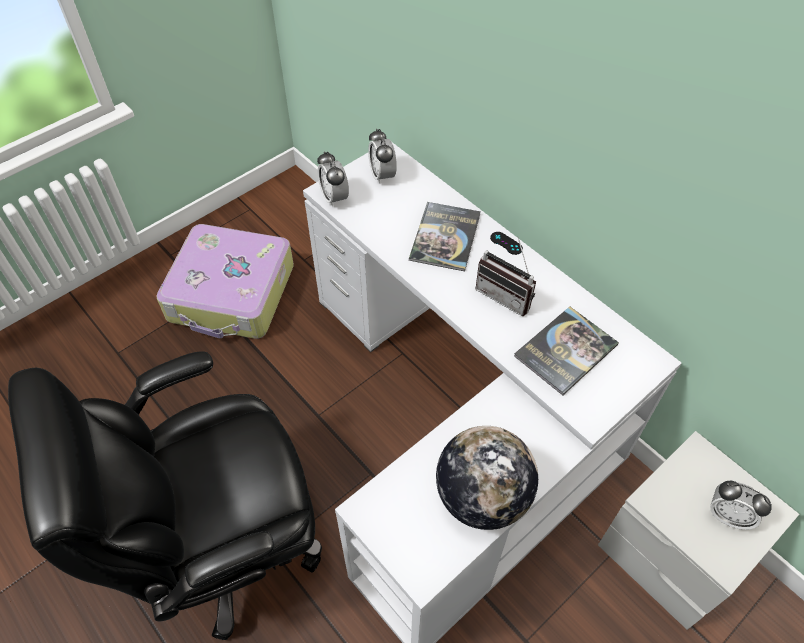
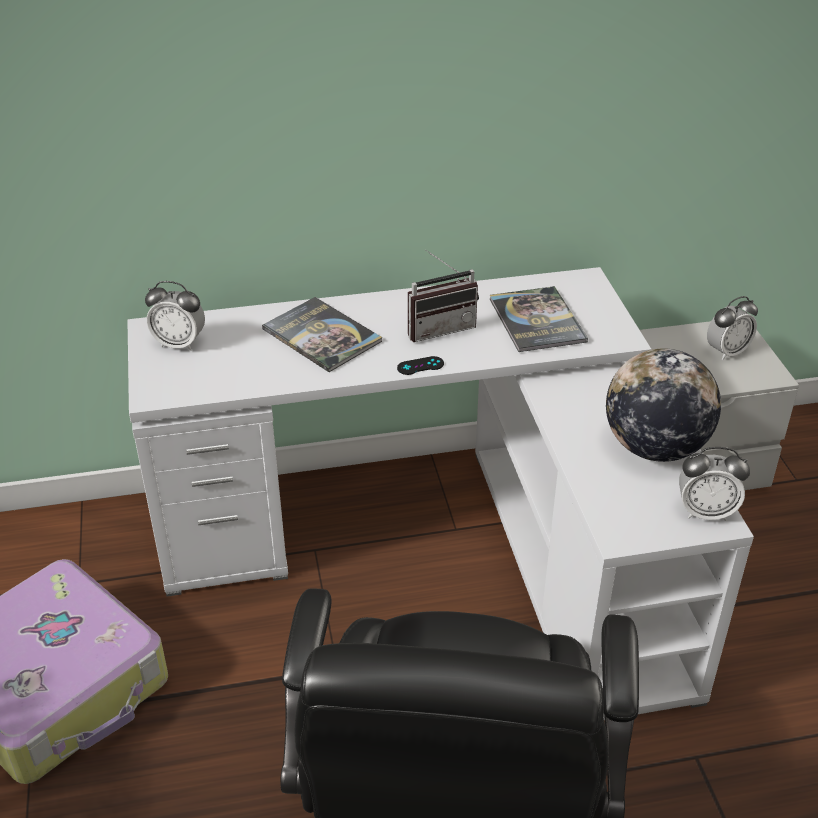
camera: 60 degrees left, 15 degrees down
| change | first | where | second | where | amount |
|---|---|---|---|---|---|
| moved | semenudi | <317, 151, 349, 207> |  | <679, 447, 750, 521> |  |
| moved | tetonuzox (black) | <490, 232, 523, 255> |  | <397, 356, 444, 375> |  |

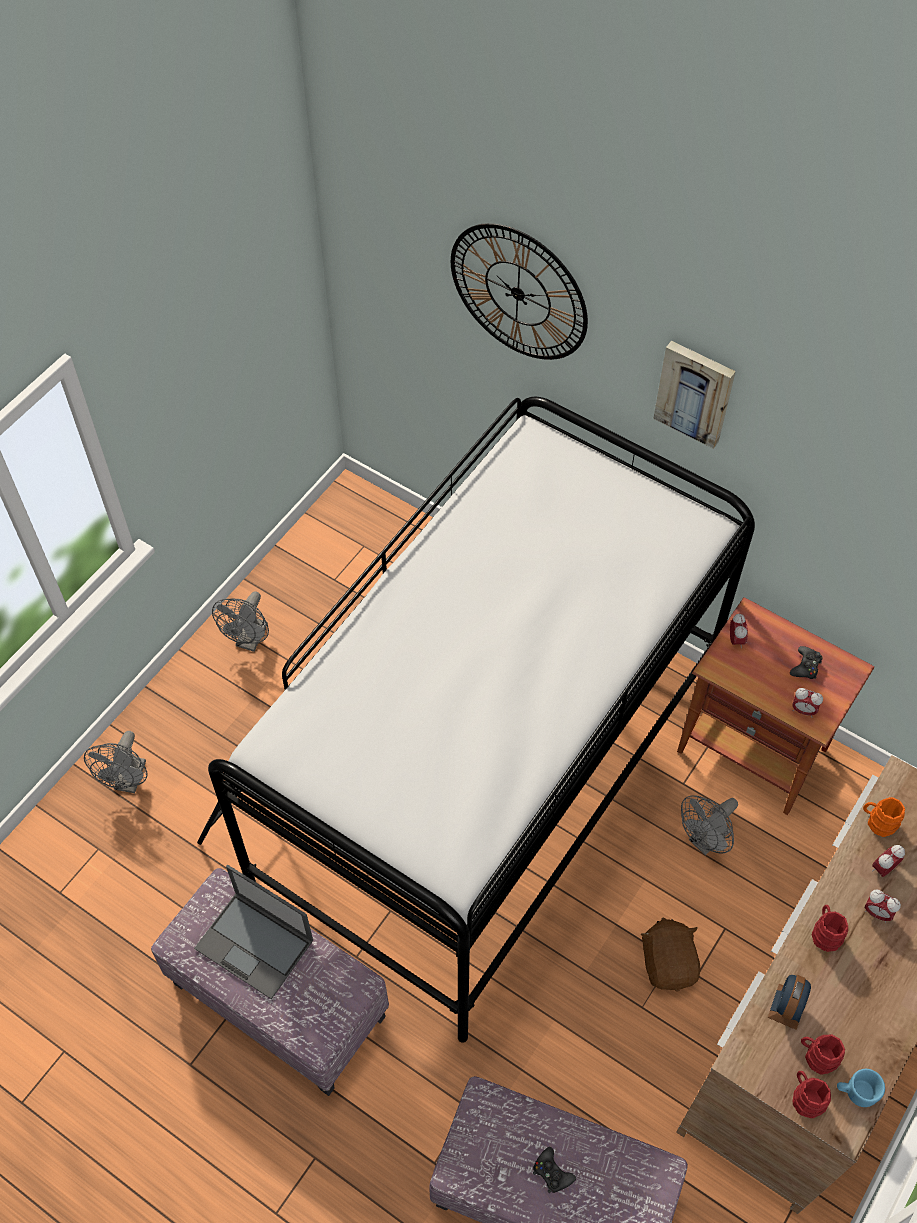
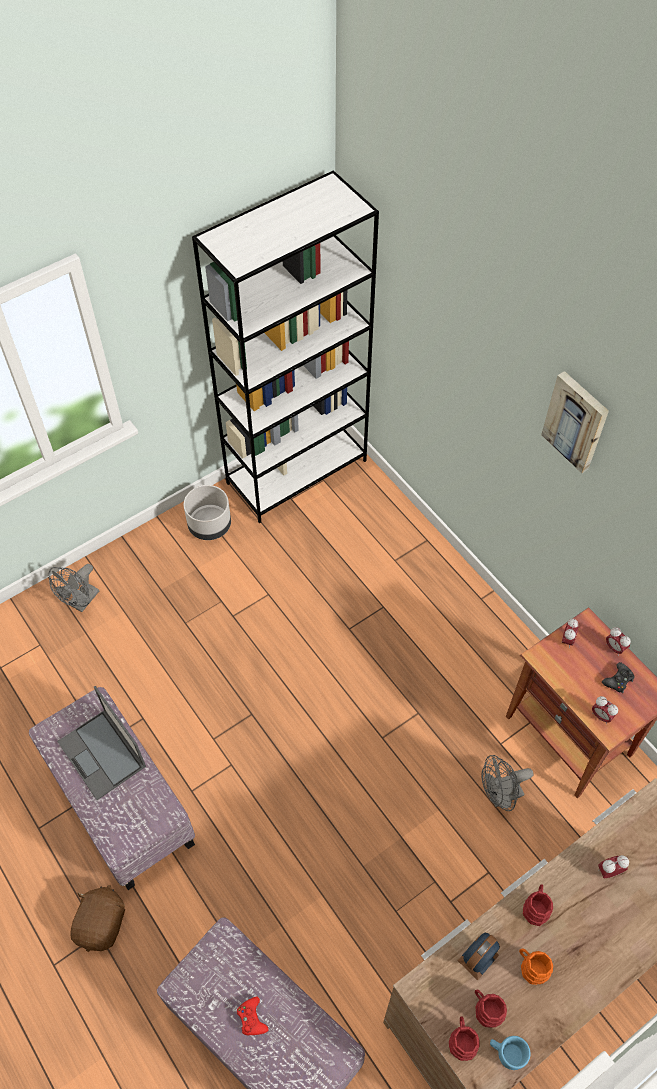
camera: 20 degrees right, 0 degrees up
| change | first | where | second | where | amount |
|---|---|---|---|---|---|
| removed | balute | <451, 223, 588, 360> |  |  |  |
| removed | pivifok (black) | <197, 397, 755, 1043> |  |  |  |
| replaced | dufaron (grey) | <212, 591, 269, 652> | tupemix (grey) | <184, 485, 231, 540> |  |
| moved | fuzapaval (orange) | <863, 797, 905, 837> |  | <519, 949, 553, 985> |  |
| moved | semenudi | <865, 889, 901, 923> |  | <606, 627, 631, 656> |  |
| moved | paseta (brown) | <641, 918, 701, 992> |  | <70, 885, 125, 952> |  |
| recoloured | tetonuzox (black) | <533, 1147, 576, 1193> | tetonuzox (red) | <237, 997, 269, 1035> |  |
| added |  |  | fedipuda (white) | <192, 170, 379, 523> |  |

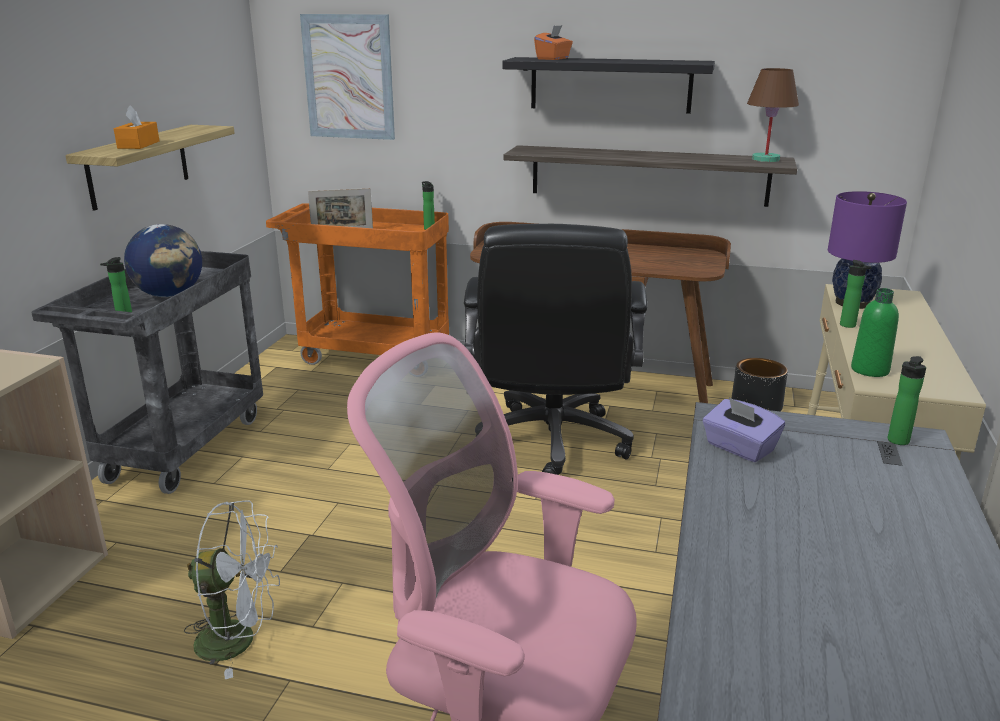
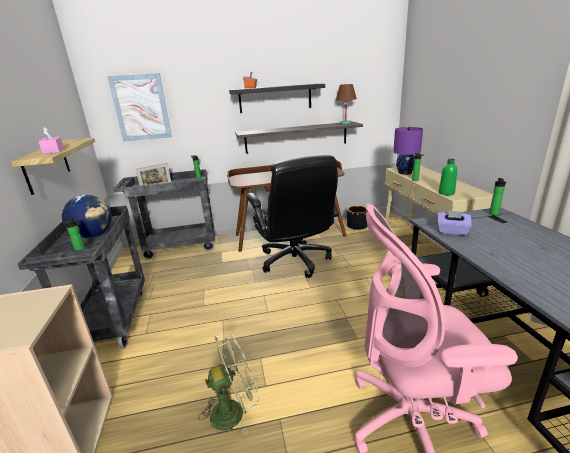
camera: 25 degrees left, 0 degrees up
| change | first | where | second | where | amount |
|---|---|---|---|---|---|
| recoloured | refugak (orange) | <114, 105, 159, 149> | refugak (pink) | <39, 127, 64, 154> |  |
| recoloured | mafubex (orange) | <266, 203, 449, 365> | mafubex (grey) | <114, 169, 215, 259> |  |
| recoloured | dufaron (white) | <184, 500, 280, 679> | dufaron (green) | <198, 331, 259, 435> |  |

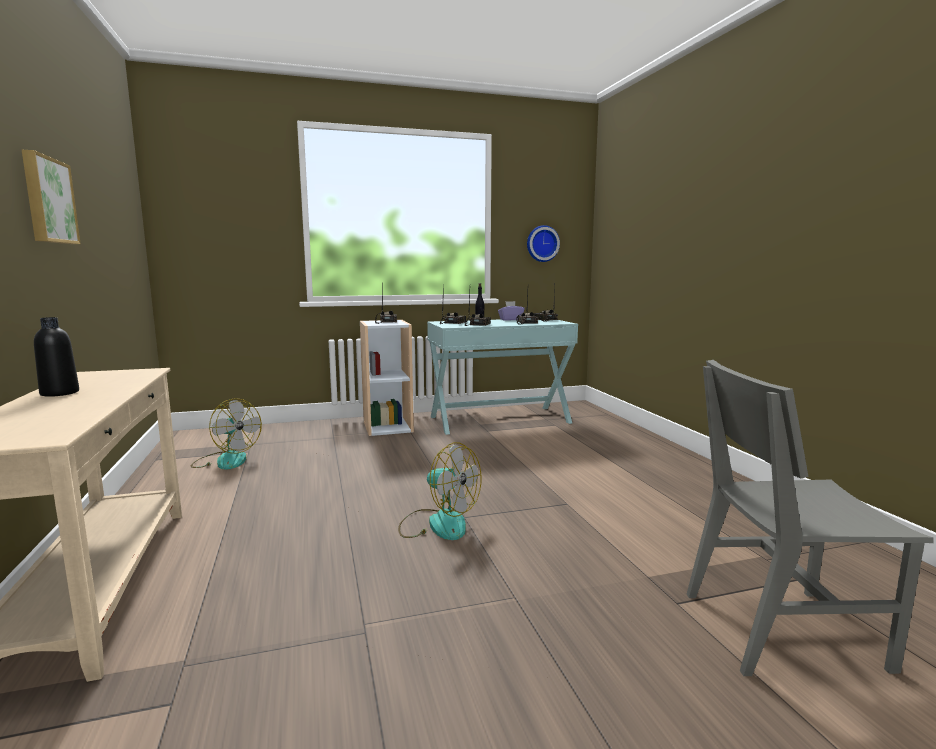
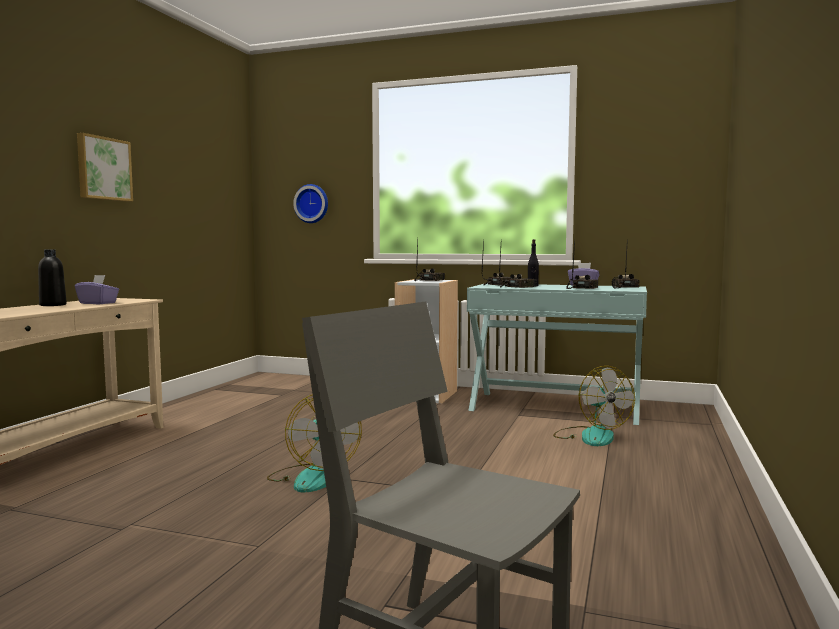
camera: 35 degrees right, 5 degrees down
| change | first | where | second | where | amount |
|---|---|---|---|---|---|
| moved | balute | <527, 225, 560, 262> |  | <293, 184, 328, 223> |  |
| moved | dufaron | <191, 398, 262, 470> |  | <553, 366, 635, 446> |  |
| added |  |  | refugak (purple) | <75, 275, 119, 304> |  |

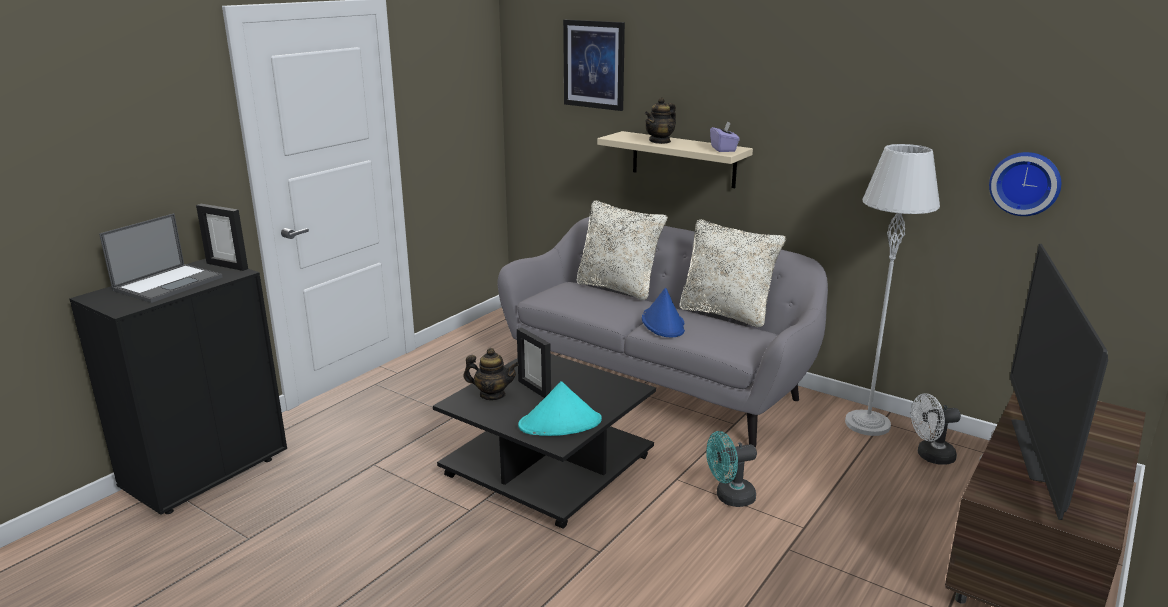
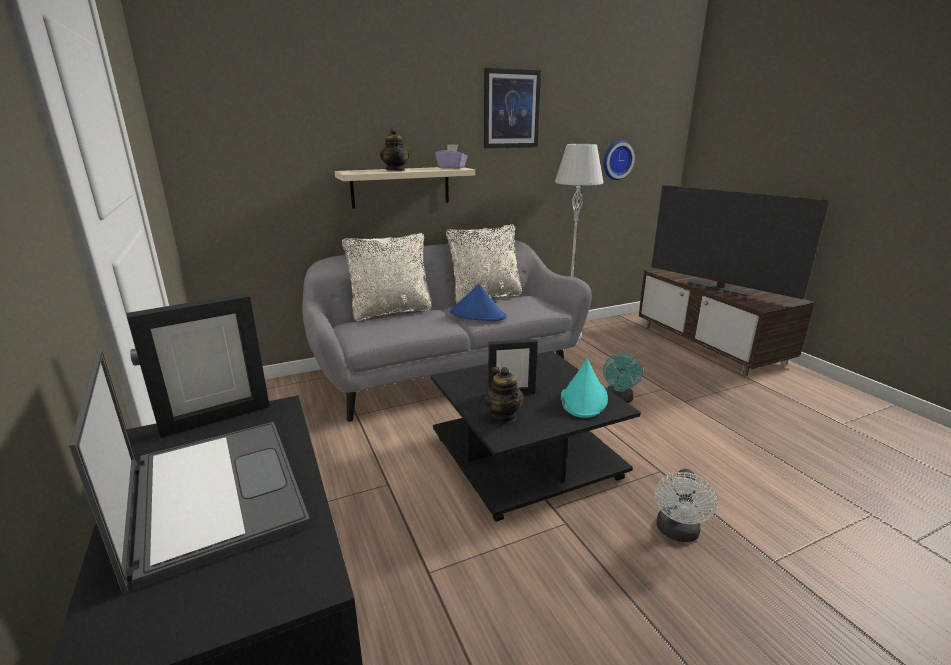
camera: 60 degrees left, 0 degrees up
| change | first | where | second | where | amount |
|---|---|---|---|---|---|
| moved | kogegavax | <563, 20, 625, 111> |  | <484, 68, 541, 148> |  |
| turned | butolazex | <463, 348, 519, 400> |  | <484, 367, 524, 422> | 120 degrees clockwise |
| moved | dufaron (white) | <911, 393, 961, 465> |  | <655, 469, 718, 542> |  |

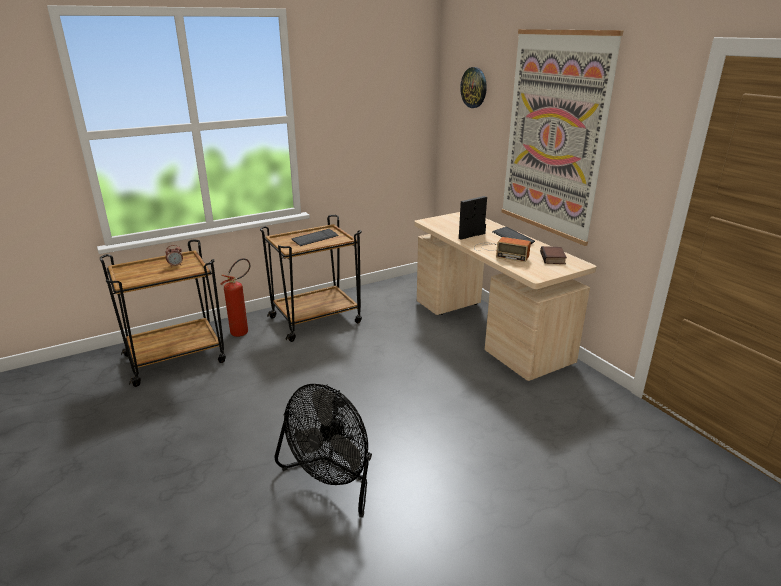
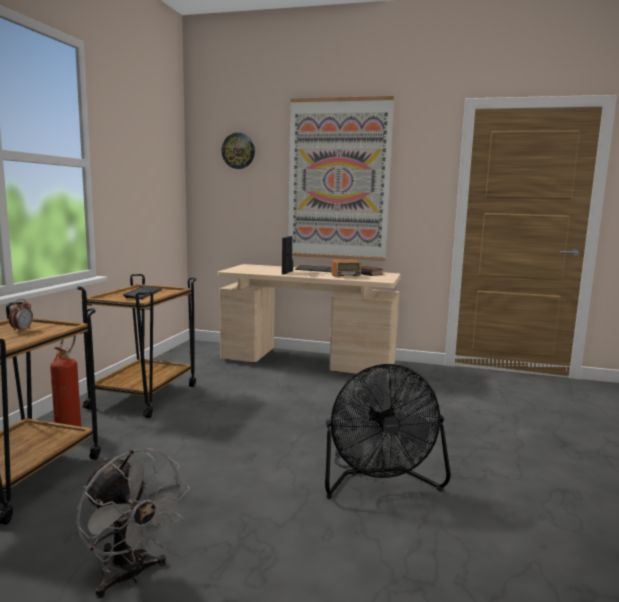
camera: 45 degrees left, 15 degrees down
| change | first | where | second | where | amount |
|---|---|---|---|---|---|
| added |  |  | dufaron (grey) | <76, 448, 190, 599> |  |

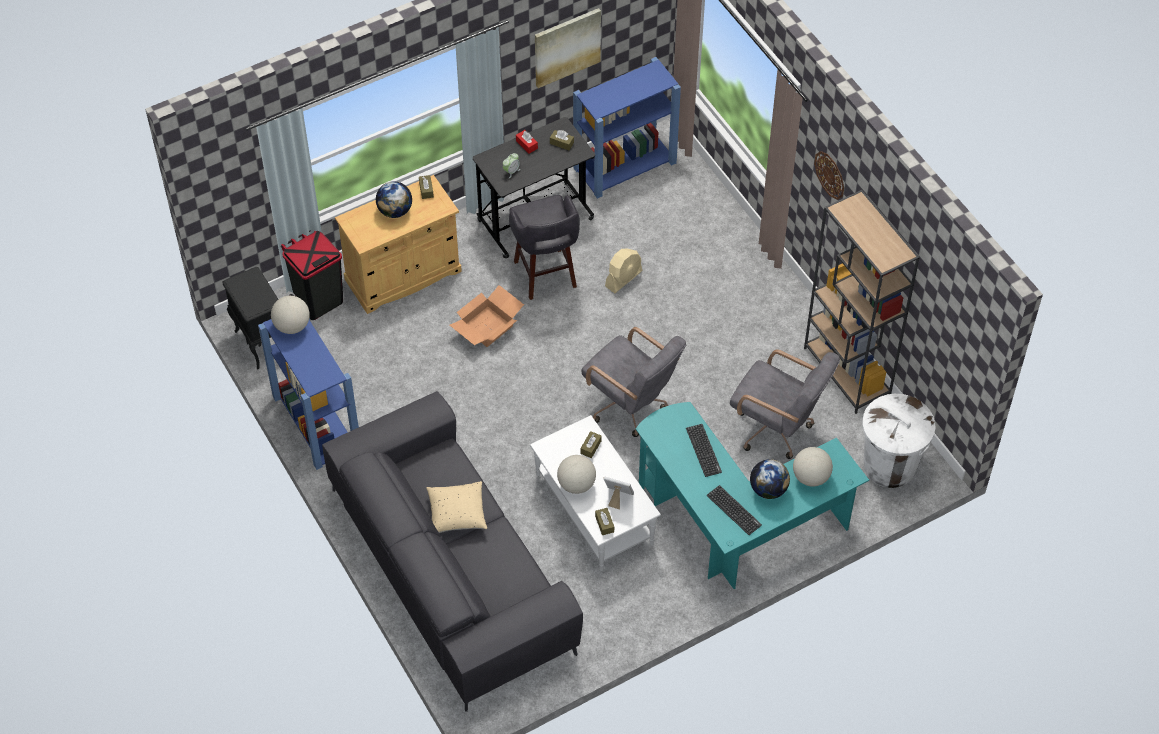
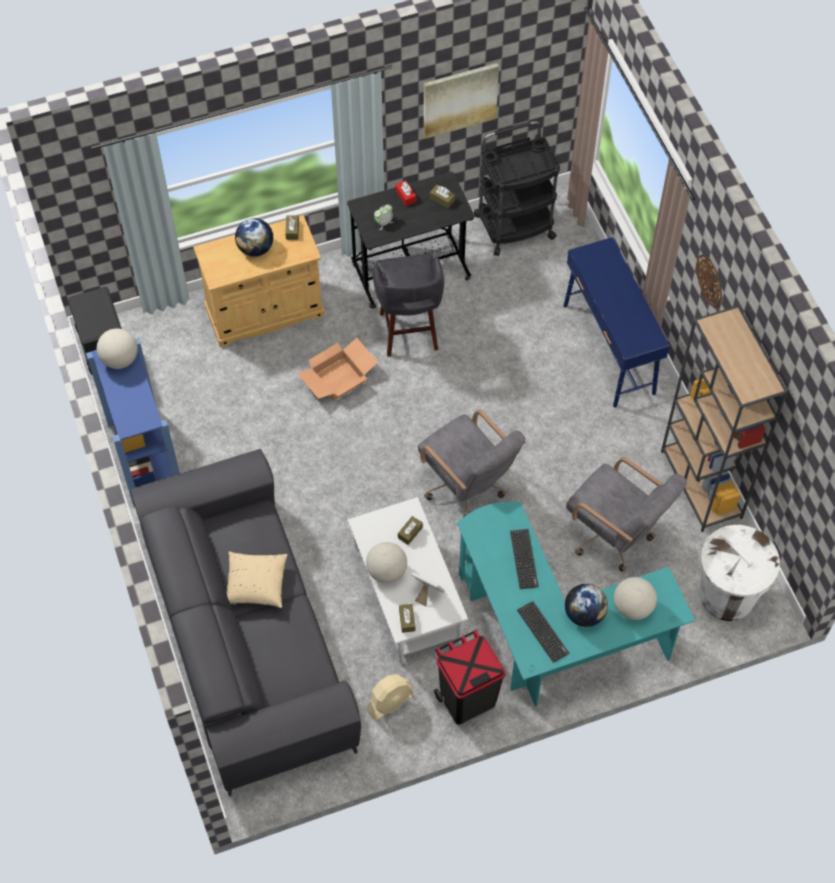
camera: 10 degrees right, 5 degrees up
| change | first | where | second | where | amount |
|---|---|---|---|---|---|
| replaced | fedipuda (blue) | <573, 57, 681, 199> | mafubex (black) | <474, 121, 560, 256> |  |
| moved | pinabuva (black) | <281, 230, 343, 320> |  | <434, 630, 506, 725> |  |
| moved | dufaron (beige) | <605, 249, 642, 293> |  | <366, 674, 414, 721> |  |
| added |  |  | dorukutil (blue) | <564, 237, 670, 408> |  |

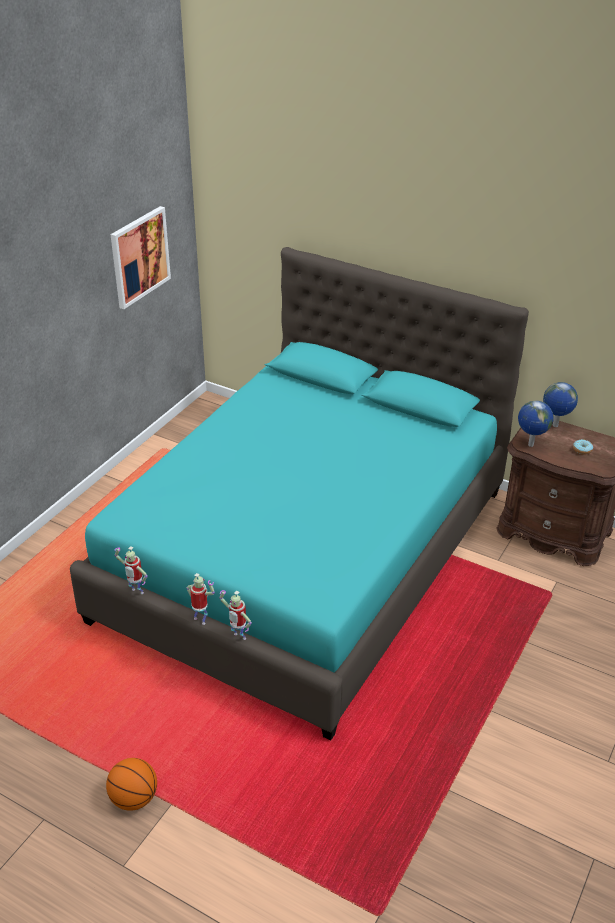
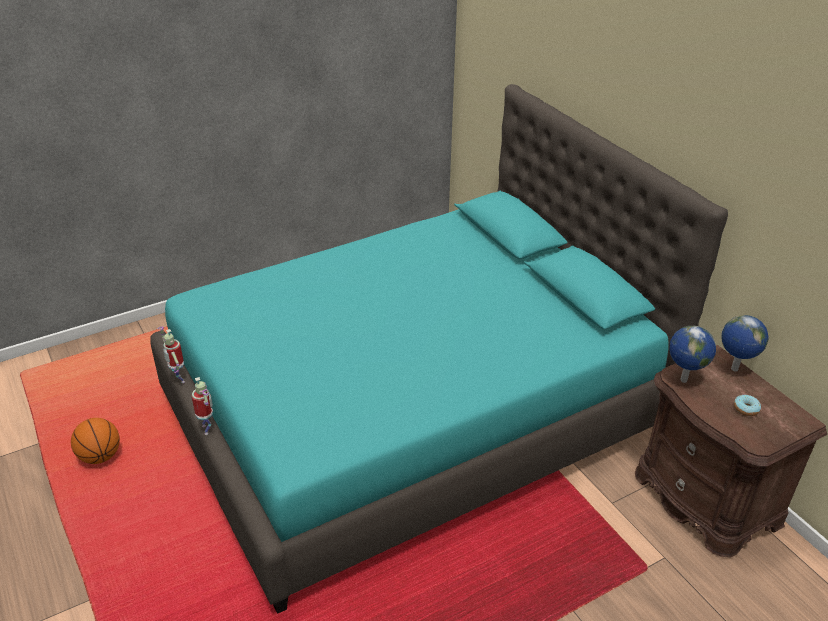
camera: 30 degrees right, 0 degrees up
| change | first | where | second | where | amount |
|---|---|---|---|---|---|
| removed | kogegavax | <110, 206, 171, 309> |  |  |  |
| removed | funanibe | <220, 590, 252, 640> |  |  |  |
| moved | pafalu | <106, 758, 157, 811> |  | <71, 418, 120, 464> |  |

